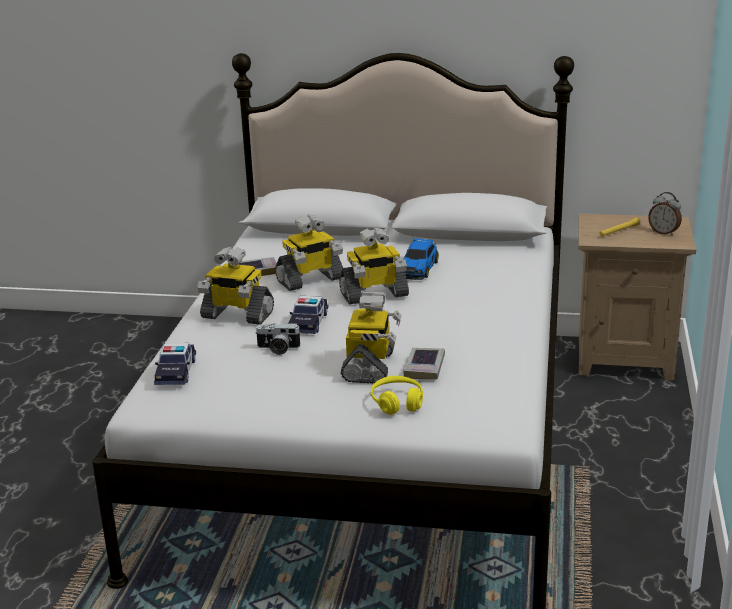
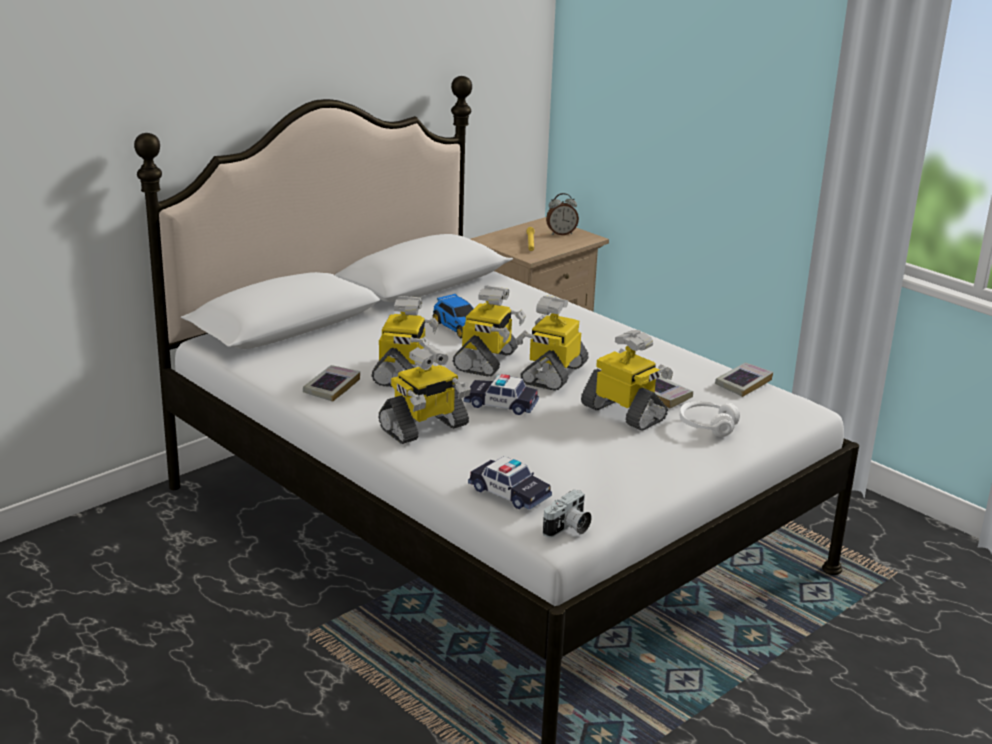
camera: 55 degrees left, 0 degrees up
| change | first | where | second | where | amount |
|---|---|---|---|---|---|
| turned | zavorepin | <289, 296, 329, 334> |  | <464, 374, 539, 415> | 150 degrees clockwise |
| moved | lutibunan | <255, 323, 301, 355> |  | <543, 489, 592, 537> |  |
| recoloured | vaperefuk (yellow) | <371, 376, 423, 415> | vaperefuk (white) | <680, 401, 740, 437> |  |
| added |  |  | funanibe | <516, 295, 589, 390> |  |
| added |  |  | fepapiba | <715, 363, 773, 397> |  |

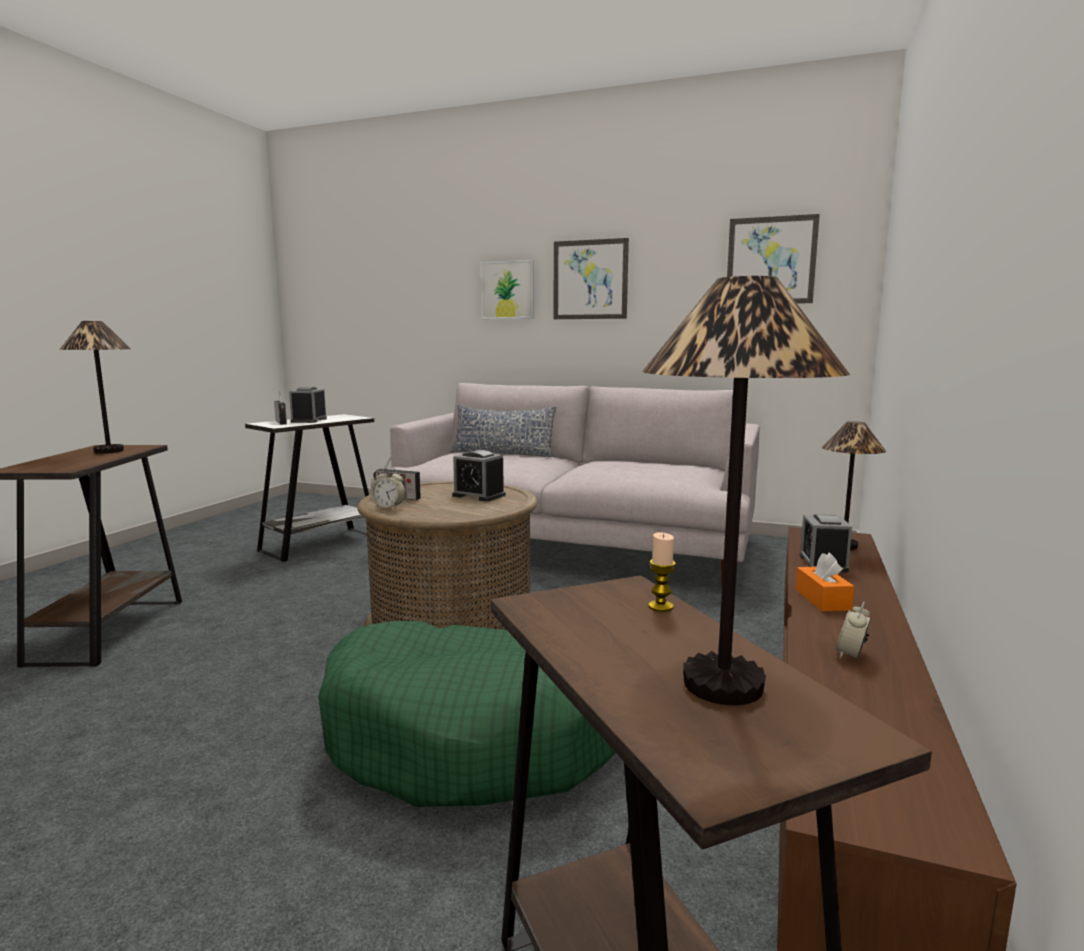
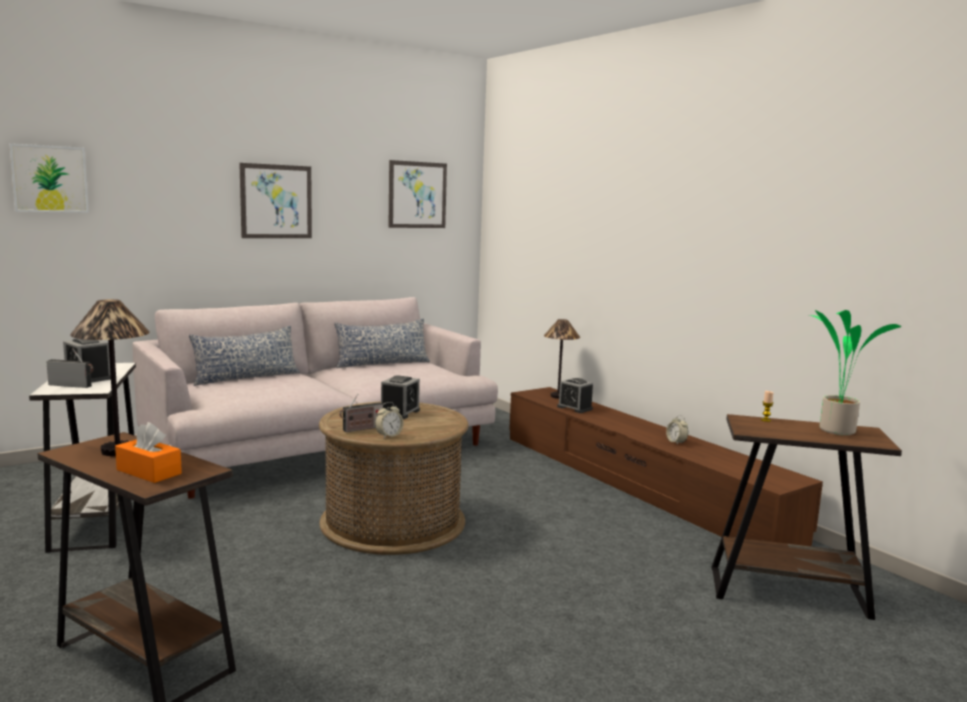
camera: 55 degrees left, 0 degrees up
| change | first | where | second | where | amount |
|---|---|---|---|---|---|
| moved | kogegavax | <481, 260, 534, 319> |  | <9, 143, 89, 213> |  |
| replaced | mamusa | <642, 276, 850, 705> | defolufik | <810, 310, 902, 435> |  |
| turned | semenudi | <452, 450, 506, 502> |  | <381, 375, 420, 419> | 45 degrees counterclockwise |
| moved | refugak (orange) | <796, 553, 855, 612> |  | <115, 422, 182, 483> |  |
| removed | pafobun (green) | <318, 621, 616, 807> |  |  |  |
| added |  |  | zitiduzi | <334, 318, 430, 368> |  |

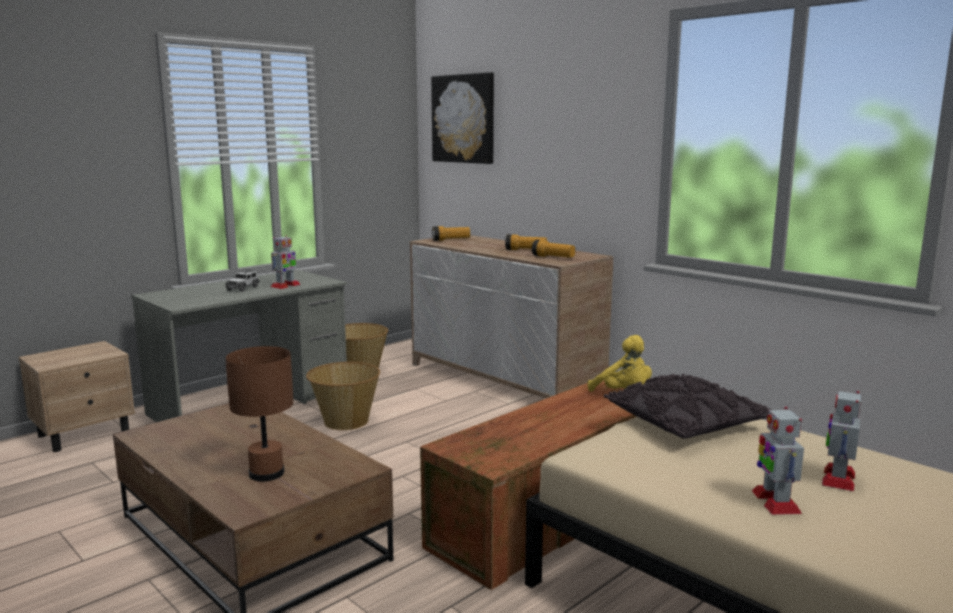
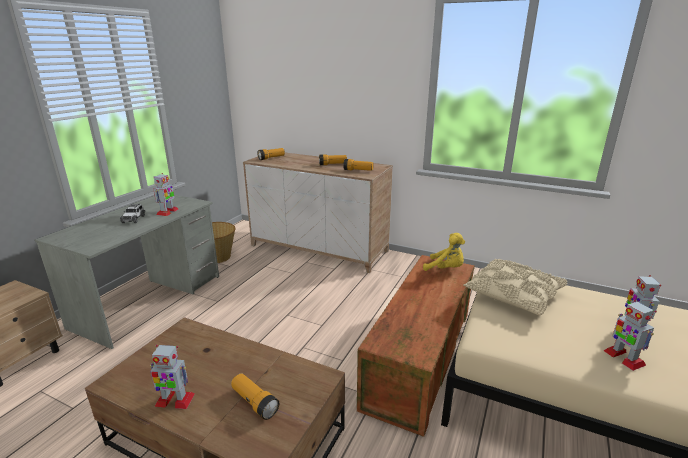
camera: 20 degrees left, 10 degrees up
| change | first | where | second | where | amount |
|---|---|---|---|---|---|
| removed | kogegavax | <431, 72, 494, 164> |  |  |  |
| replaced | mamusa (brown) | <226, 346, 293, 482> | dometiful | <231, 373, 279, 420> |  |
| removed | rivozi | <306, 362, 380, 430> |  |  |  |
| recoloured | zitiduzi (black) | <604, 374, 772, 439> | zitiduzi (beige) | <463, 259, 568, 316> |  |
| added |  |  | funanibe | <150, 345, 195, 409> |  |

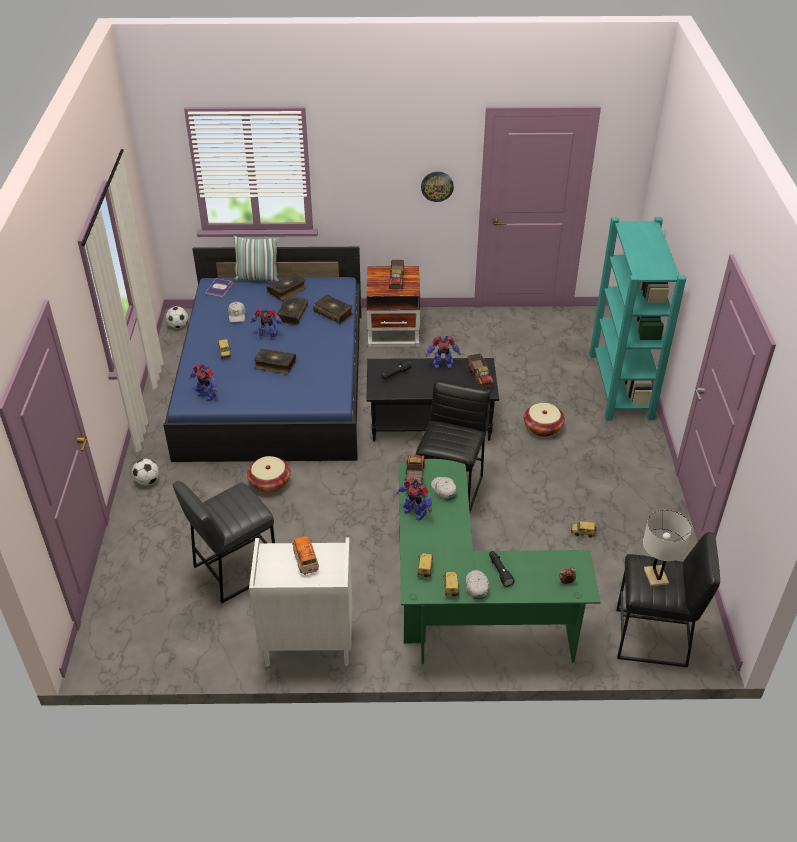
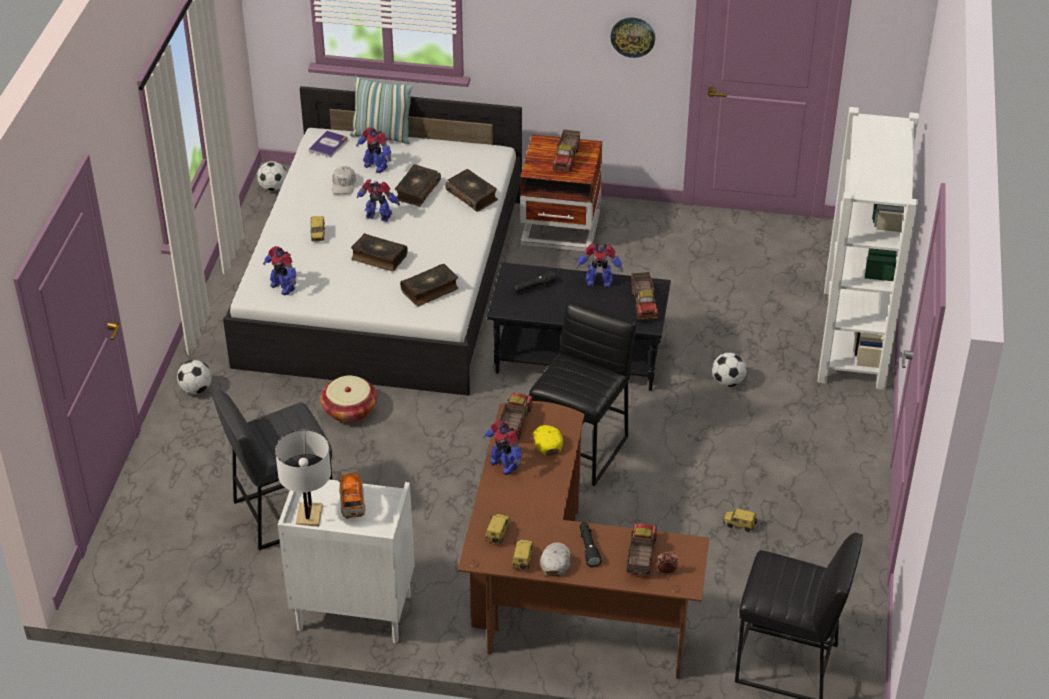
camera: 10 degrees right, 0 degrees up
| change | first | where | second | where | amount |
|---|---|---|---|---|---|
| recoloured | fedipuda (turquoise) | <590, 217, 686, 421> | fedipuda (white) | <817, 107, 919, 390> |  |
| recoloured | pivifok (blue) | <163, 247, 361, 462> | pivifok (white) | <223, 86, 522, 396> |  |
| moved | fepapiba | <267, 273, 306, 301> |  | <400, 264, 459, 306> |  |
| replaced | rivozi | <524, 403, 565, 437> | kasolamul | <712, 353, 746, 387> |  |
| recoloured | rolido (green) | <399, 459, 601, 664> | rolido (brown) | <458, 401, 709, 679> |  |
| recoloured | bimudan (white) | <431, 477, 457, 501> | bimudan (yellow) | <533, 425, 563, 455> |  |
| moved | mamusa (white) | <643, 510, 692, 586> |  | <275, 430, 331, 526> |  |
| added |  |  | funanibe | <356, 127, 391, 173> |  |
| added |  |  | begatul | <627, 523, 657, 575> |  |

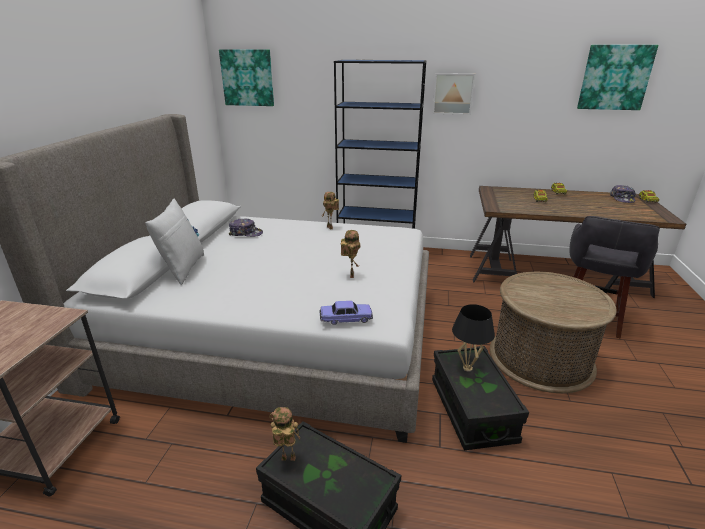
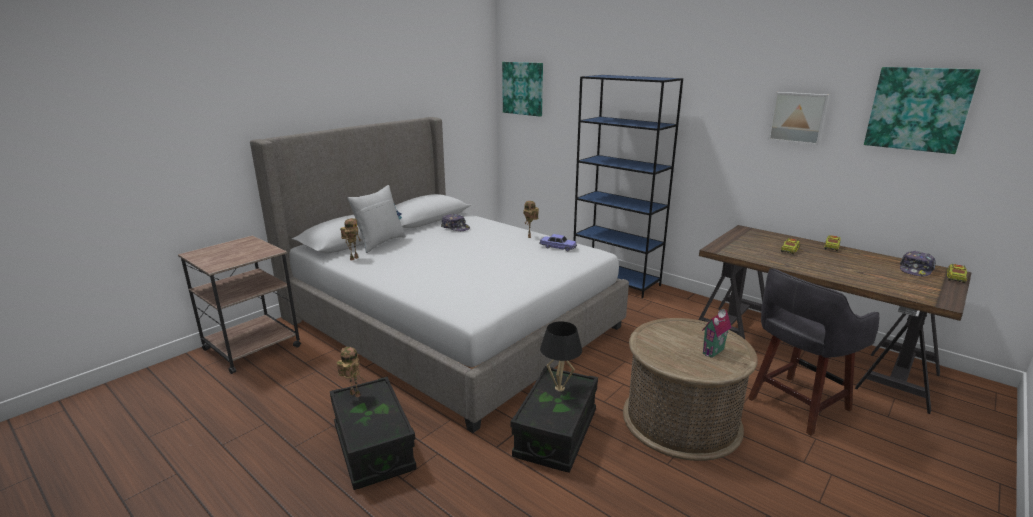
camera: 30 degrees right, 5 degrees down
| change | first | where | second | where | amount |
|---|---|---|---|---|---|
| moved | kogegavax | <432, 73, 475, 115> |  | <768, 92, 830, 145> |  |
| moved | funanibe | <341, 230, 361, 278> |  | <340, 218, 361, 260> |  |
| moved | zavorepin | <320, 301, 373, 325> |  | <539, 234, 577, 251> |  |
| added |  |  | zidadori | <702, 309, 732, 358> |  |

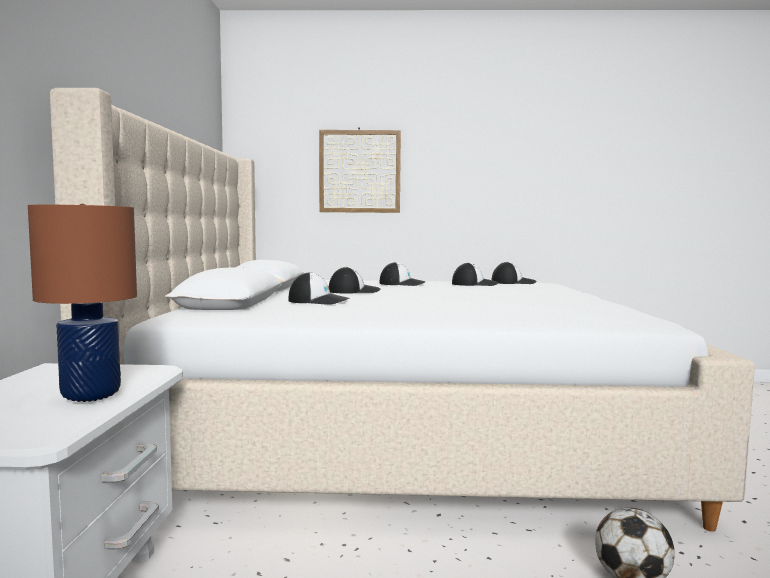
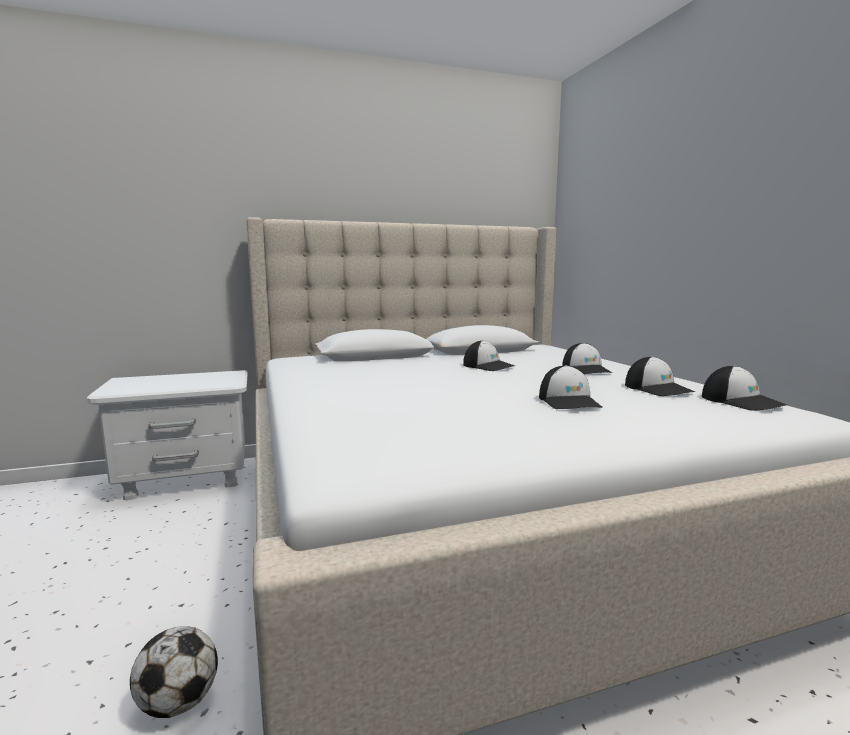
camera: 70 degrees right, 5 degrees up
| change | first | where | second | where | amount |
|---|---|---|---|---|---|
| removed | kogegavax | <319, 127, 401, 213> |  |  |  |
| removed | mamusa (brown) | <28, 204, 137, 402> |  |  |  |
| moved | bimudan | <289, 272, 350, 305> |  | <539, 365, 603, 409> |  |

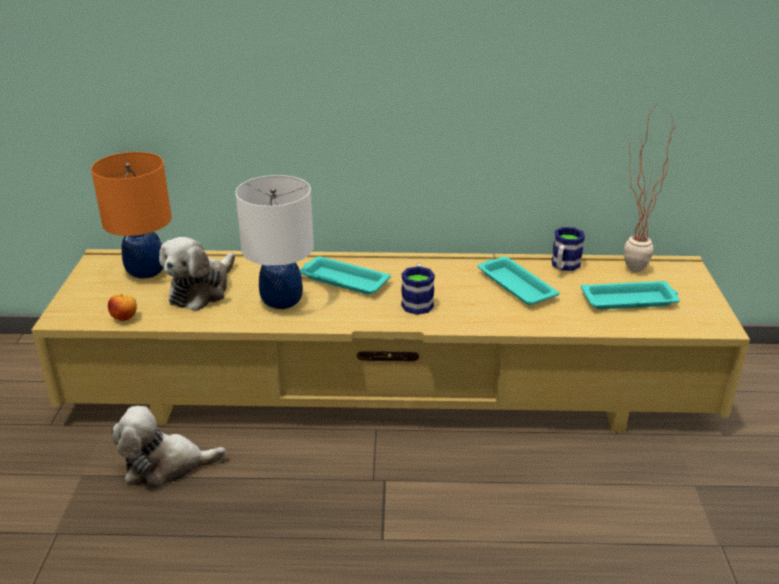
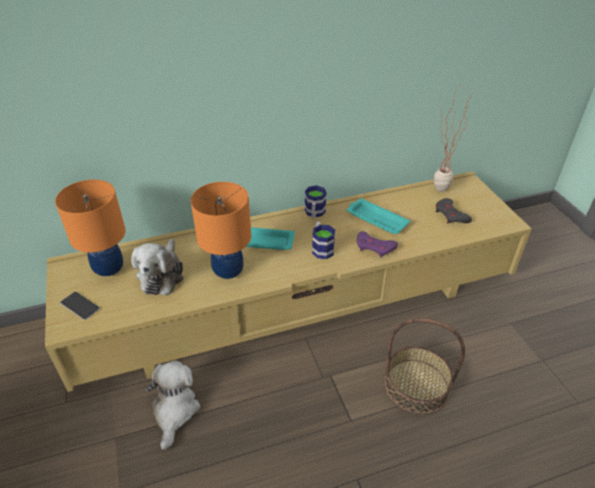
camera: 20 degrees left, 10 degrees up
| change | first | where | second | where | amount |
|---|---|---|---|---|---|
| recoloured | mamusa (white) | <236, 175, 314, 309> | mamusa (orange) | <191, 182, 251, 279> |  |
| moved | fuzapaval | <551, 227, 585, 271> |  | <305, 185, 327, 219> |  |
| replaced | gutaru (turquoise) | <581, 281, 680, 309> | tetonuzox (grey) | <436, 198, 472, 223> |  |
| removed | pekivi | <108, 294, 137, 321> |  |  |  |
| turned | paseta | <111, 406, 226, 489> |  | <146, 360, 200, 450> | 120 degrees clockwise |
| added |  |  | tetonuzox (purple) | <357, 231, 398, 258> |  |
| added |  |  | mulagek | <60, 292, 100, 320> |  |
| added |  |  | rivozi | <385, 318, 465, 414> |  |

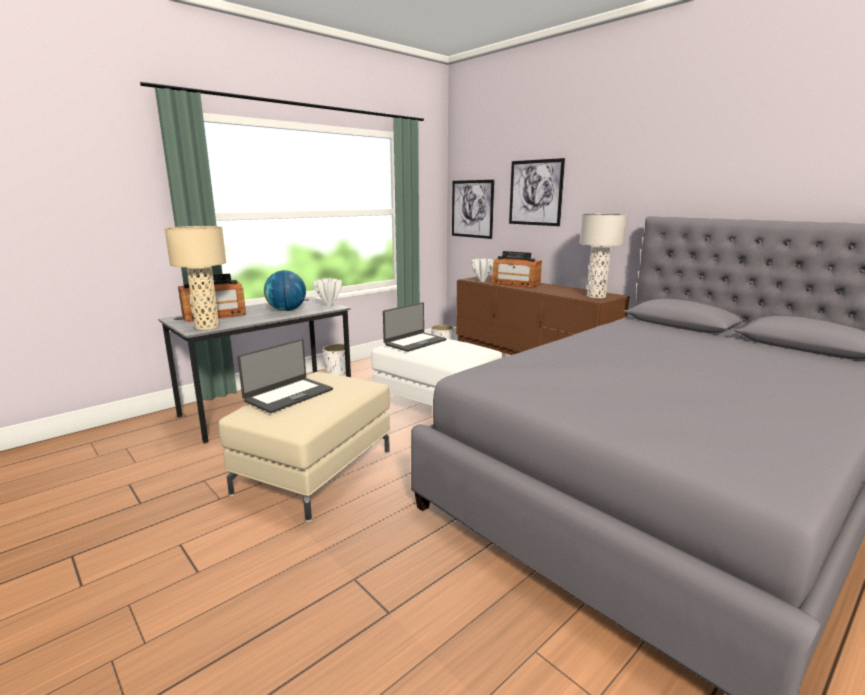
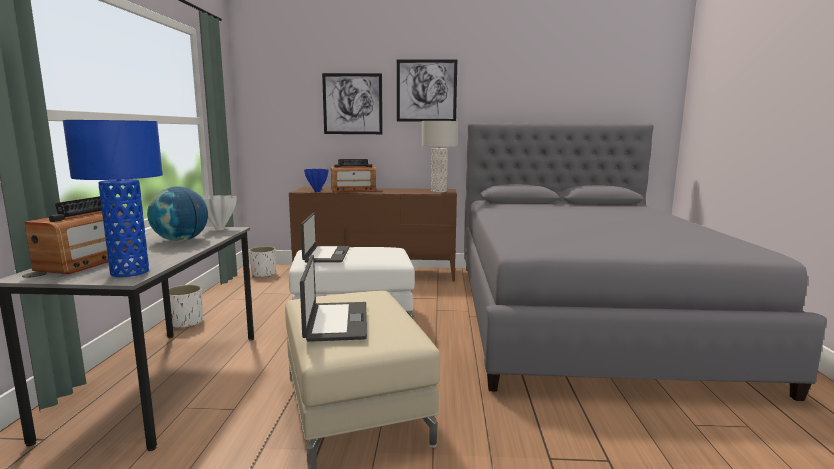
camera: 45 degrees left, 5 degrees down
| change | first | where | second | where | amount |
|---|---|---|---|---|---|
| moved | kogegavax | <452, 180, 494, 239> |  | <397, 60, 457, 122> |  |
| recoloured | mamusa (beige) | <164, 226, 226, 330> | mamusa (blue) | <63, 120, 163, 277> |  |
| recoloured | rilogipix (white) | <471, 258, 494, 282> | rilogipix (blue) | <304, 169, 328, 192> |  |

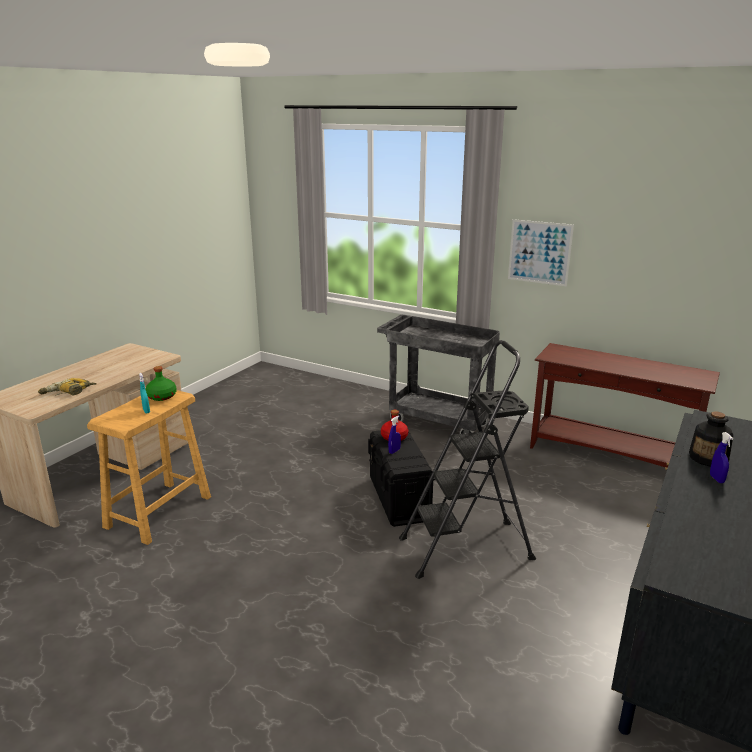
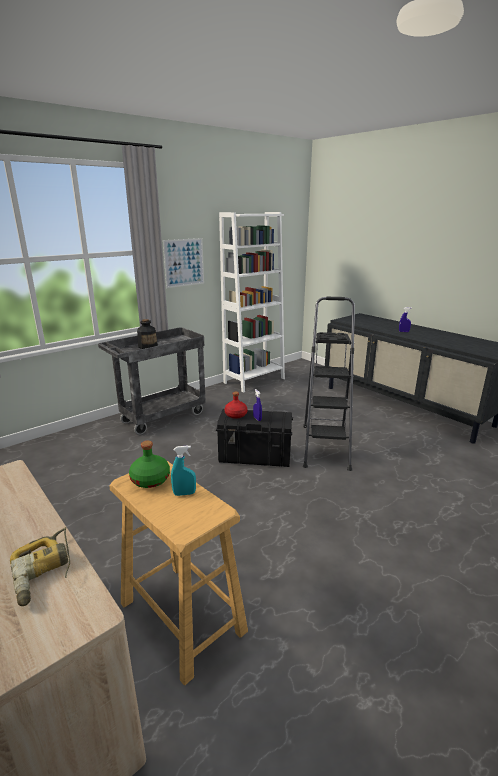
camera: 70 degrees left, 0 degrees up
| change | first | where | second | where | amount |
|---|---|---|---|---|---|
| replaced | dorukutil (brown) | <530, 343, 720, 468> | fedipuda (white) | <219, 212, 285, 393> |  |
| moved | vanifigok | <689, 411, 733, 467> |  | <137, 319, 158, 349> |  |

